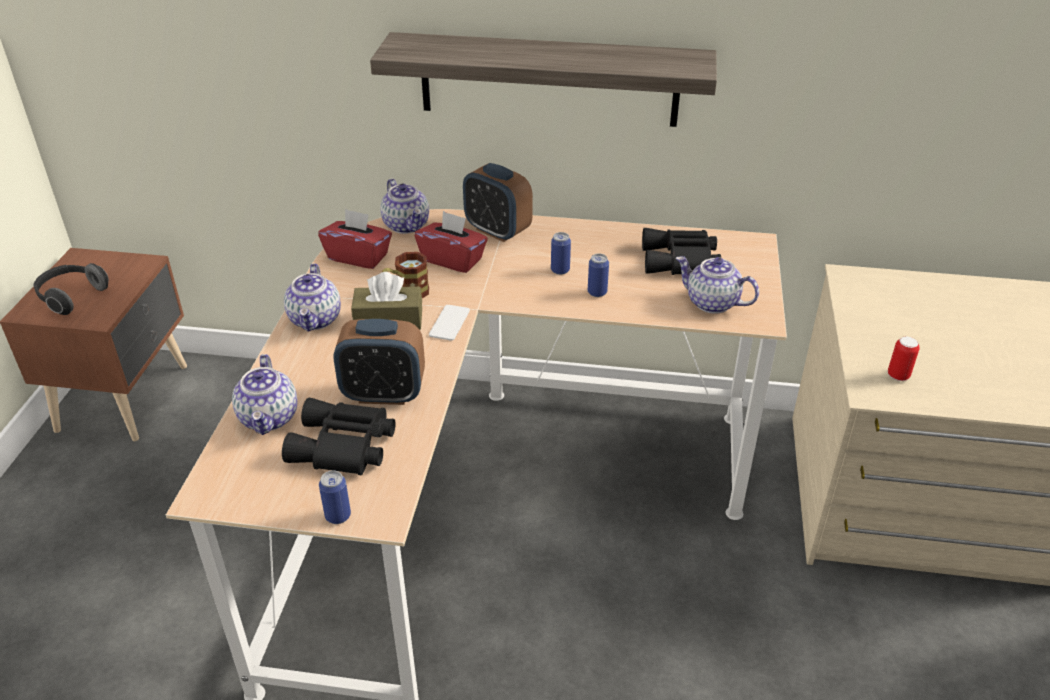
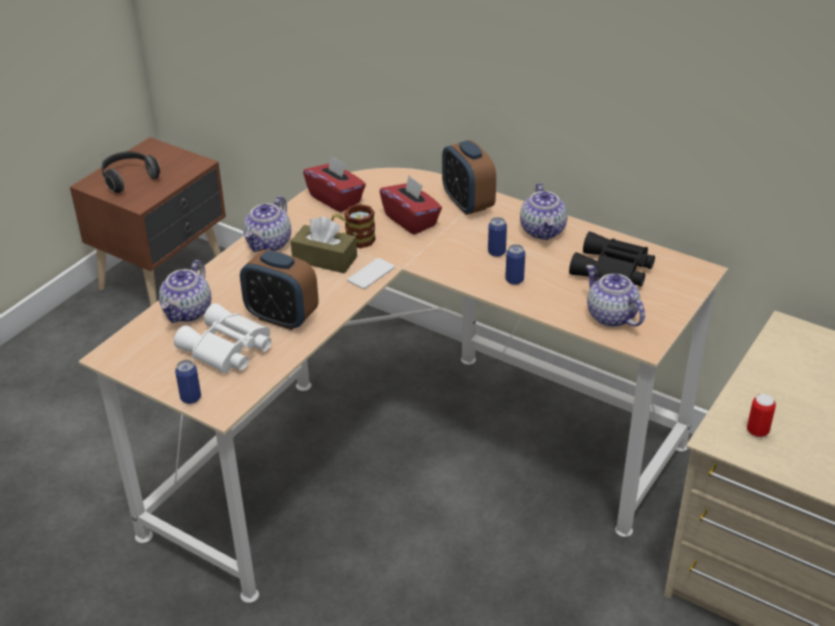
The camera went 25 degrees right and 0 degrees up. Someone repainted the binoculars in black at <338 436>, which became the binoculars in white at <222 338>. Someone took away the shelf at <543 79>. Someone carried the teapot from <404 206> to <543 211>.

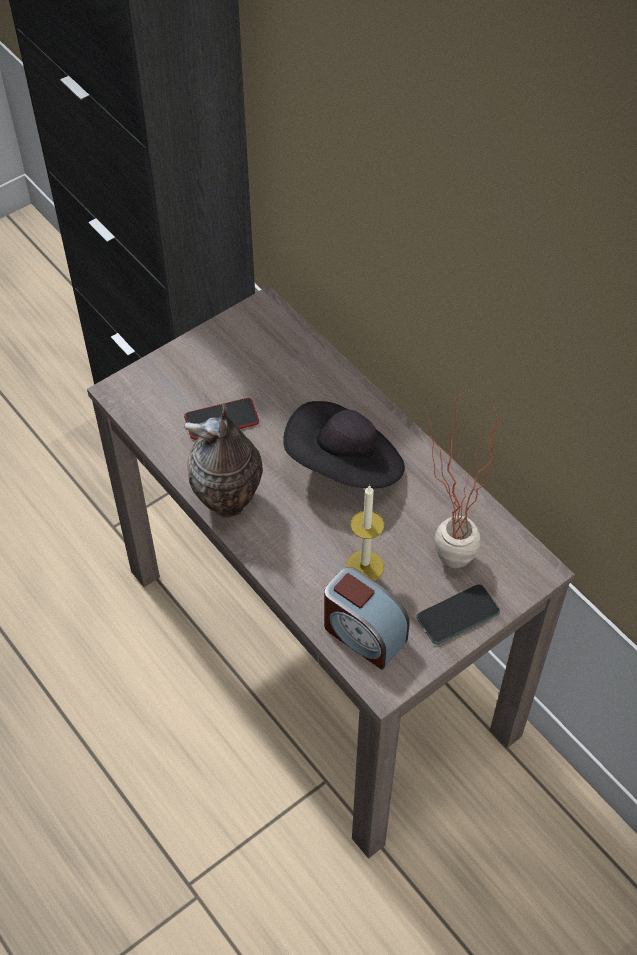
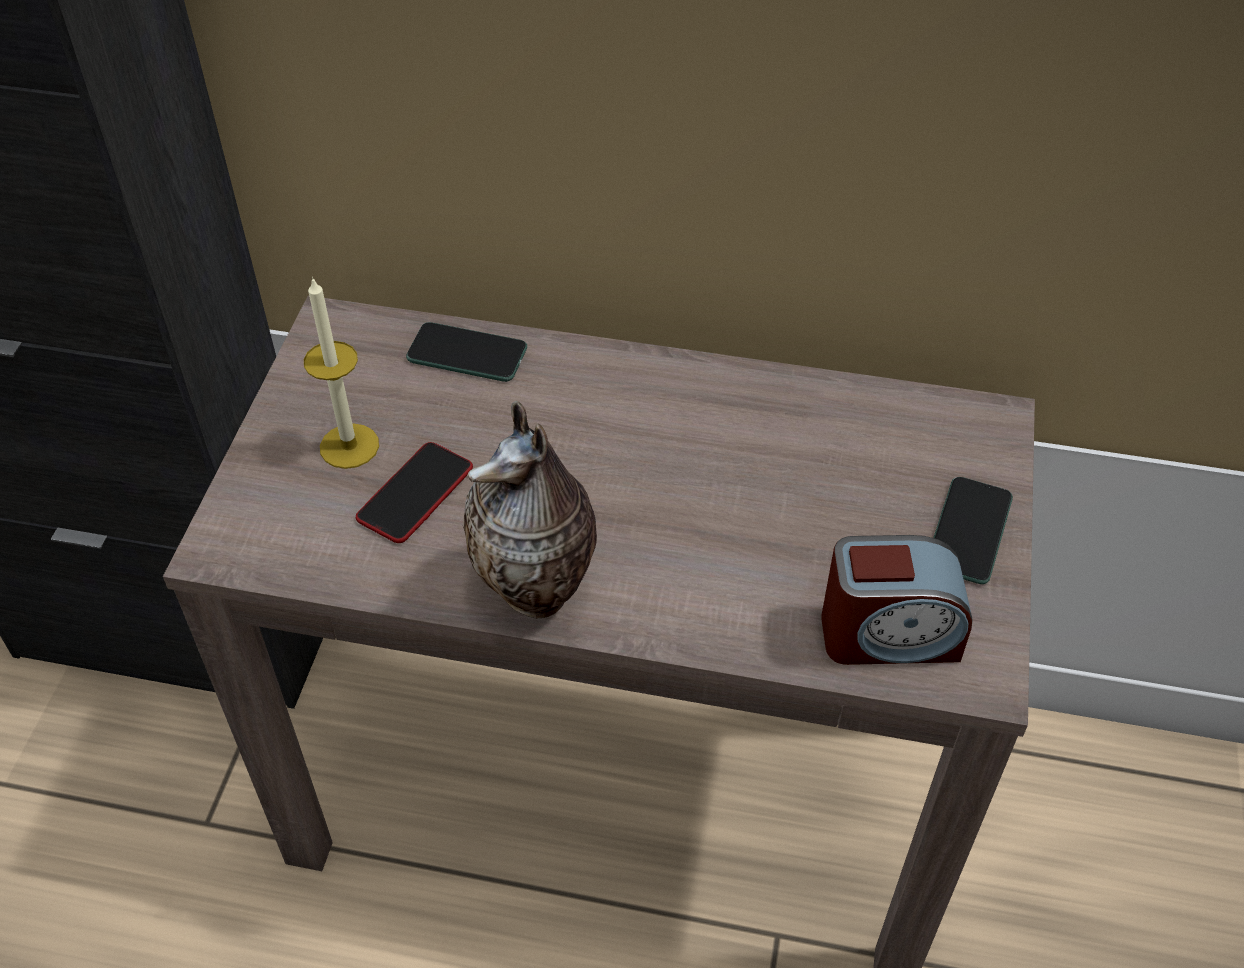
The camera went 40 degrees left and 5 degrees down. Someone took away the hat in black at <344 444>. Someone carried the candle from <365 533> to <341 373>. Someone took away the potted plant at <465 479>. Someone put down the phone at <466 352>.

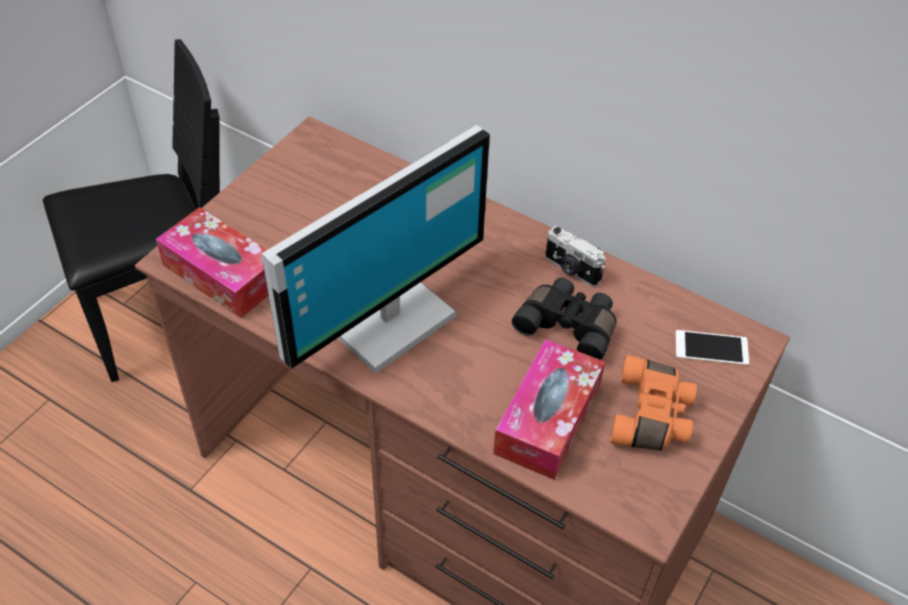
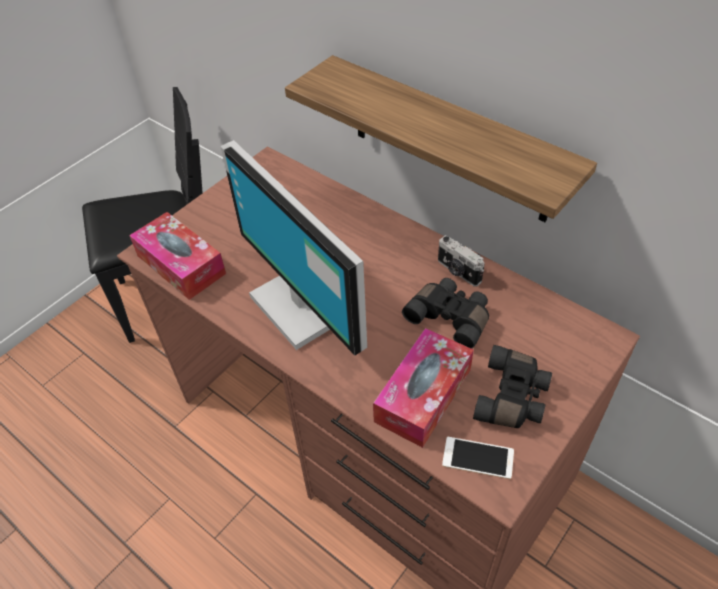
The camera went 10 degrees right and 0 degrees up. Someone rotated the monitor at <375 249> by 90 degrees clockwise. Someone repainted the binoculars in orange at <653 402>, which became the binoculars in black at <512 386>. Someone carried the phone from <712 348> to <478 458>. Someone put up the shelf at <441 138>.

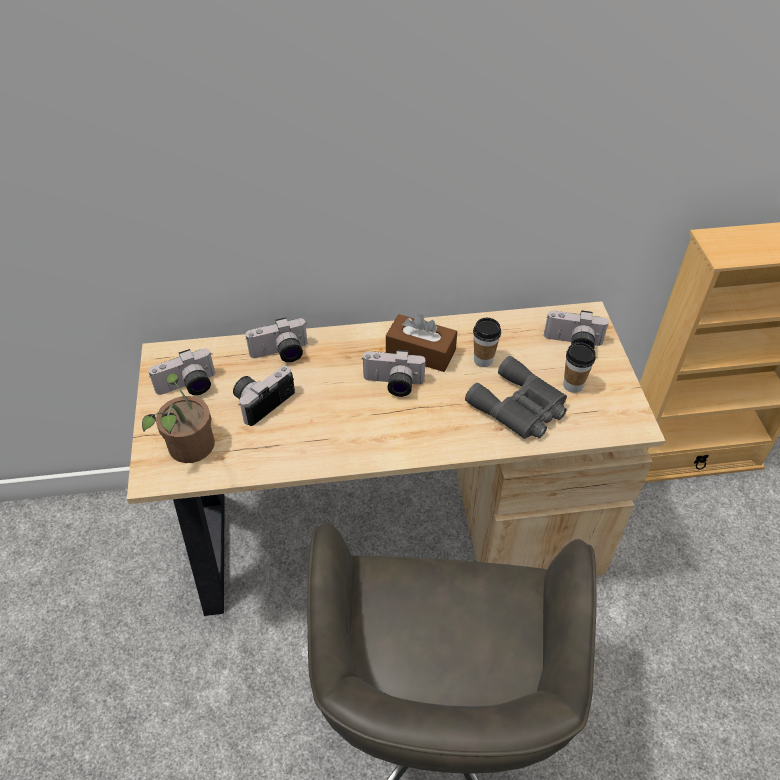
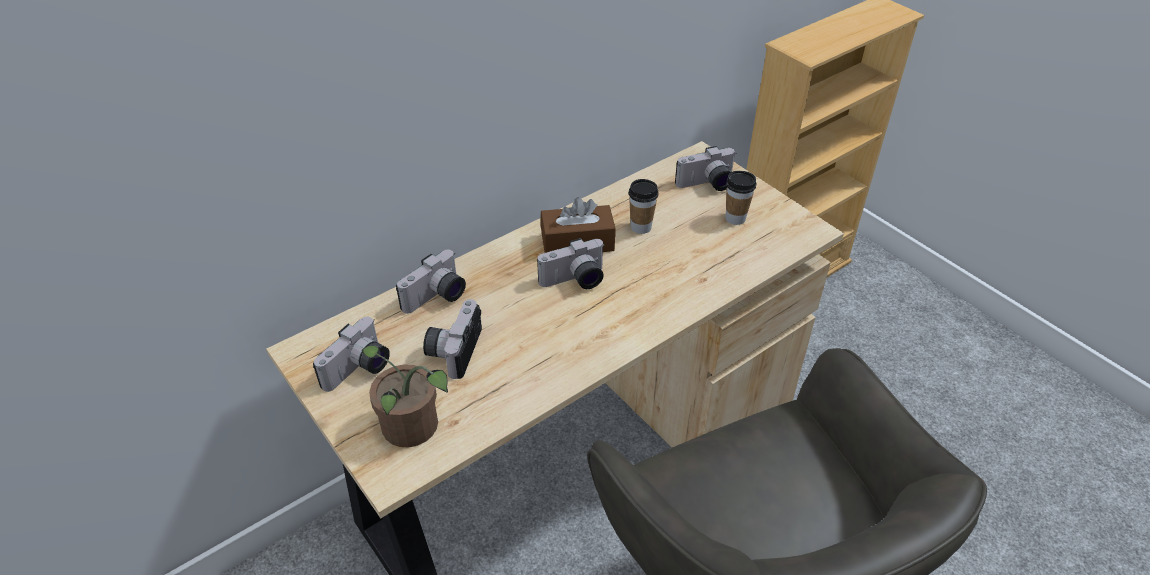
The camera went 30 degrees left and 5 degrees down. Someone took away the binoculars in grey at <516 397>.

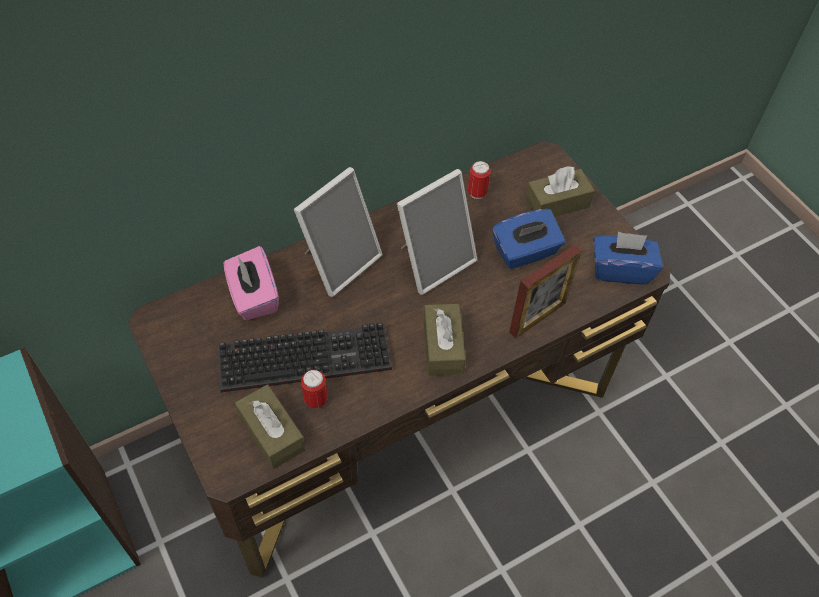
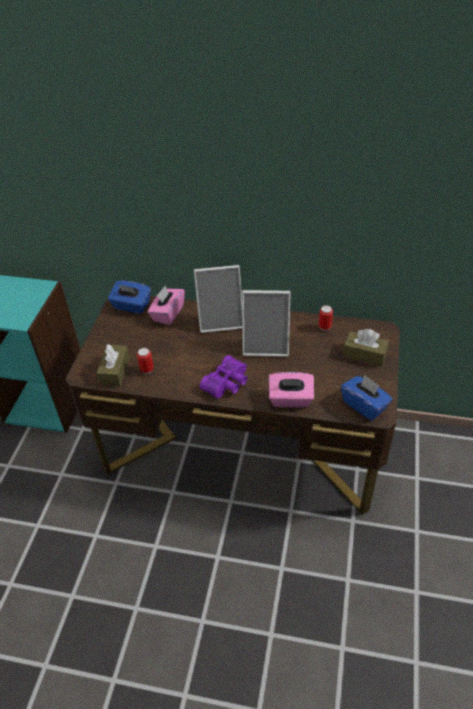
The camera went 45 degrees right and 10 degrees down. Someone took away the keyboard at <305 357>. Someone swapped the tissue box in brown at <444 340> for the binoculars in purple at <224 377>. Someone carried the tissue box in blue from <528 239> to <129 297>. Someone swapped the picture frame at <545 292> for the tissue box in pink at <291 390>.

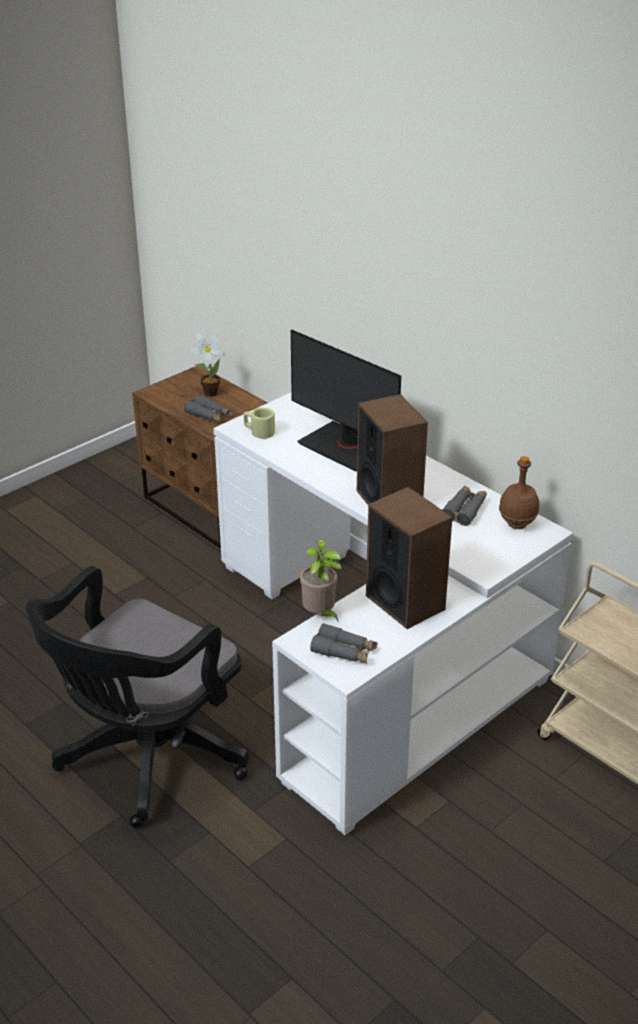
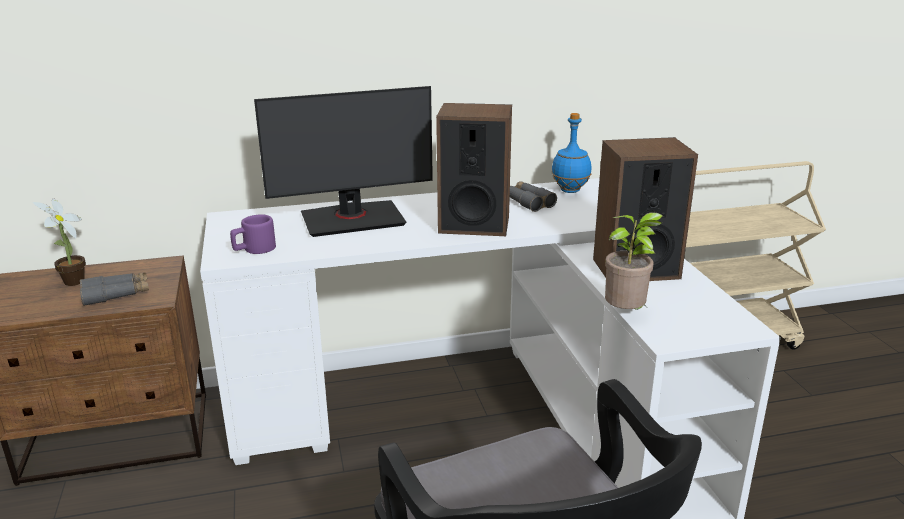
The camera went 60 degrees left and 10 degrees down. Someone repainted the mug in beige at <259 423>, which became the mug in purple at <253 234>. Someone took away the binoculars in grey at <343 643>. Someone repainted the bottle in brown at <519 492>, which became the bottle in blue at <571 153>.

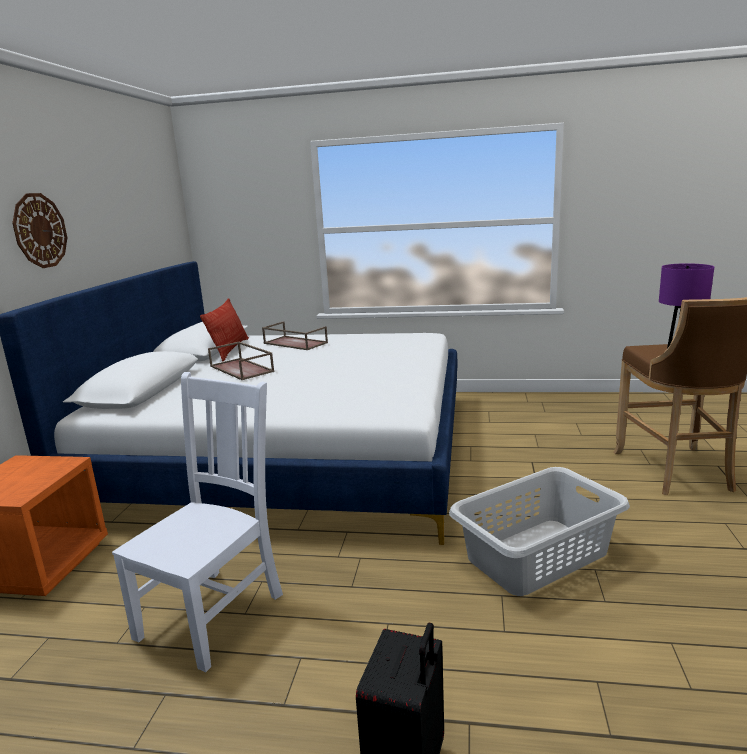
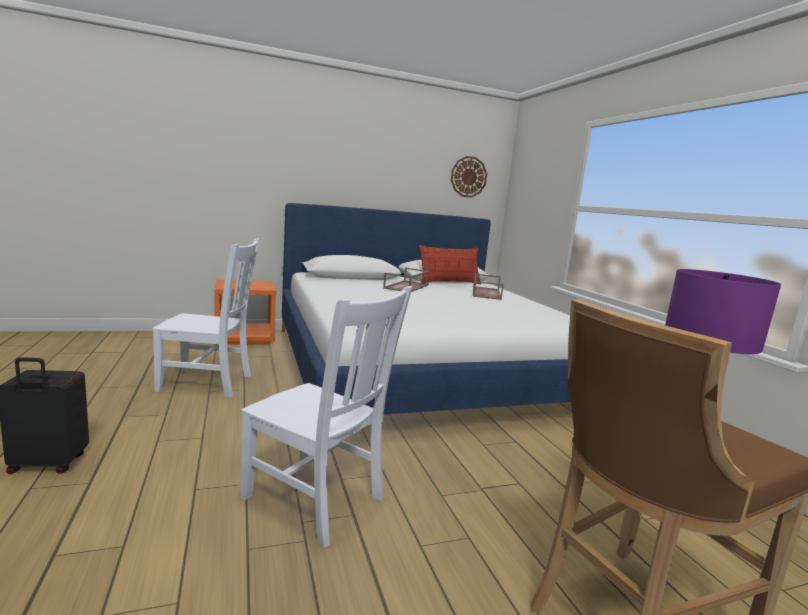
The camera went 60 degrees right and 5 degrees down. Someone carried the wall clock from <39 230> to <469 177>. Someone swapped the laundry basket in grey at <539 531> for the chair in white at <326 417>.

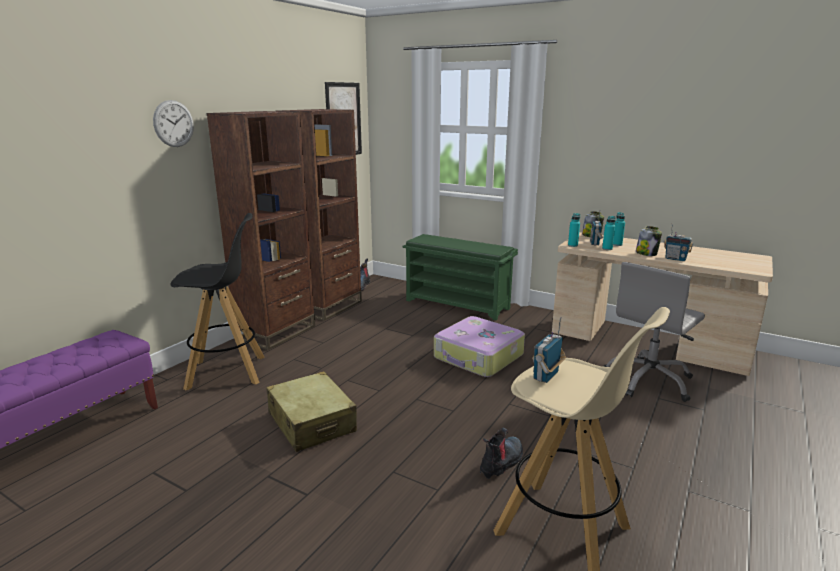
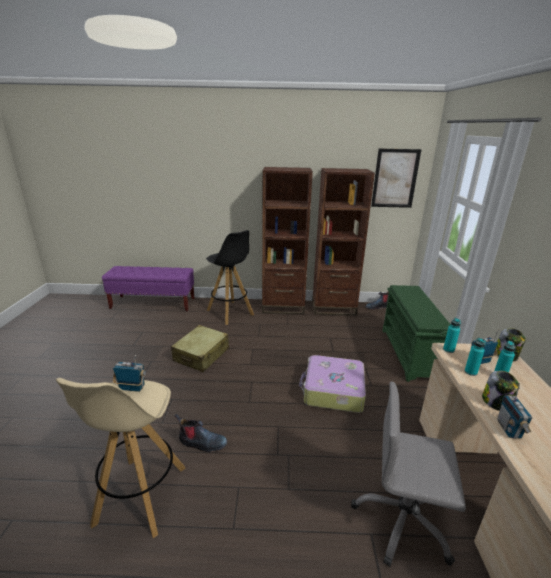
The camera went 60 degrees right and 5 degrees up. Someone took away the wall clock at <173 123>.

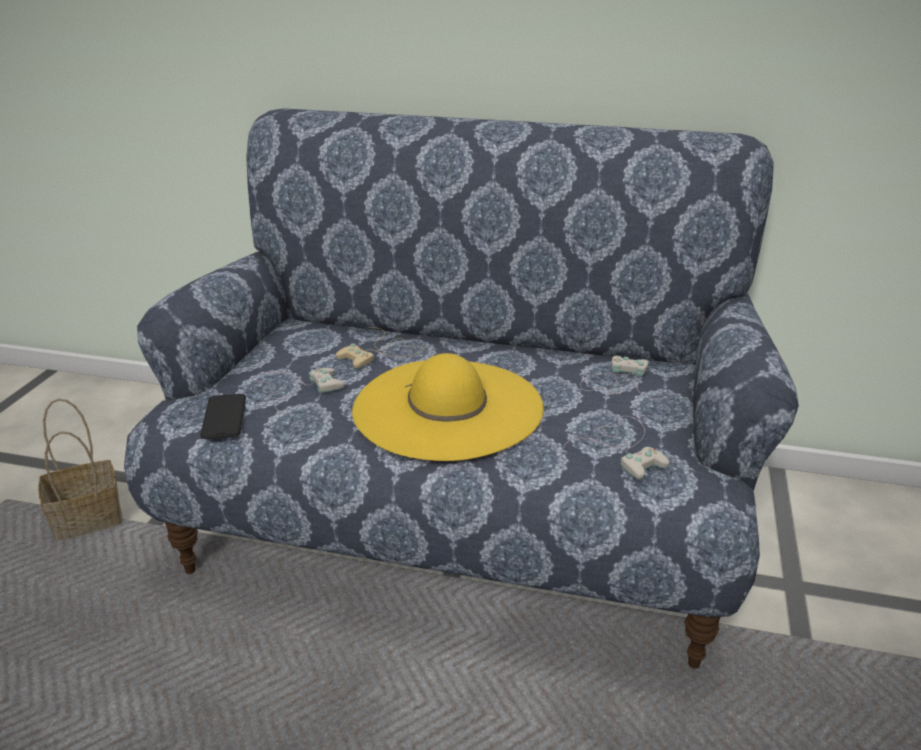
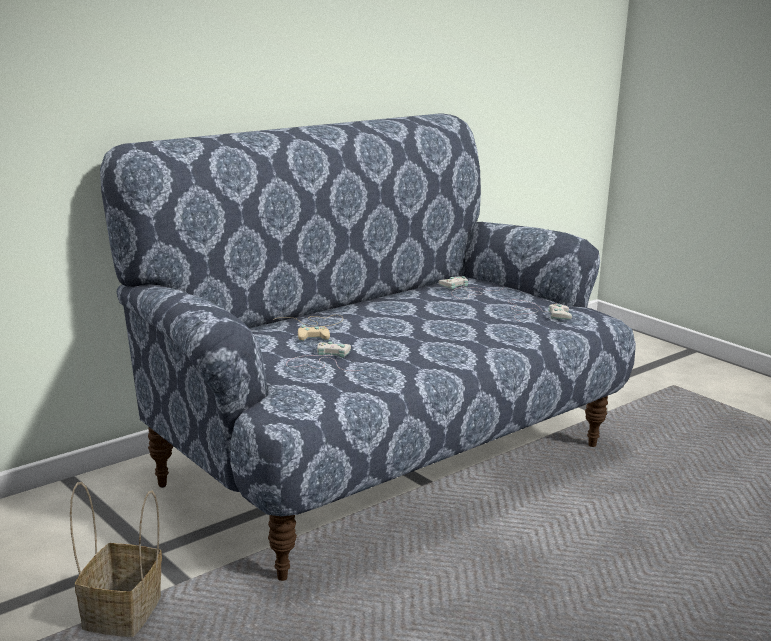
The camera went 55 degrees left and 10 degrees down. Someone took away the phone at <223 416>. Someone took away the hat in yellow at <448 407>.

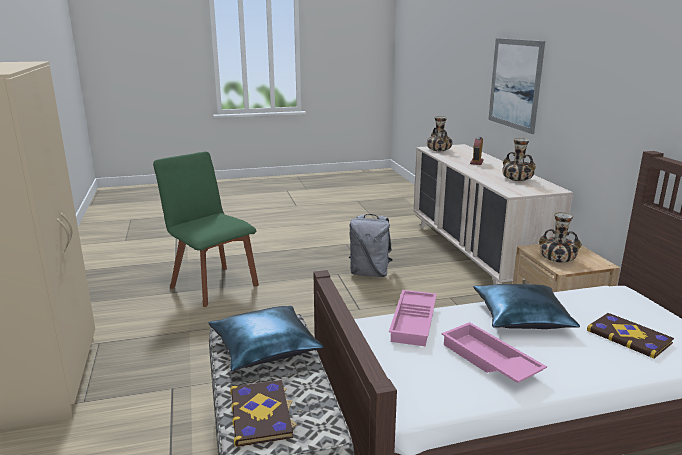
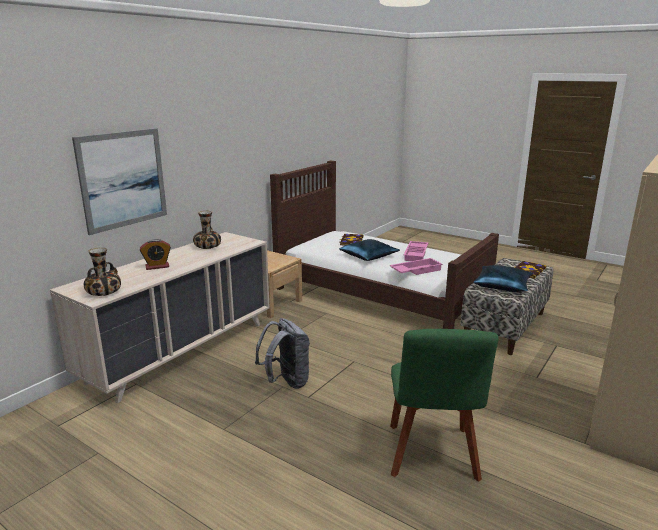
The camera went 130 degrees left and 0 degrees up. Someone took away the vase at <560 237>.

